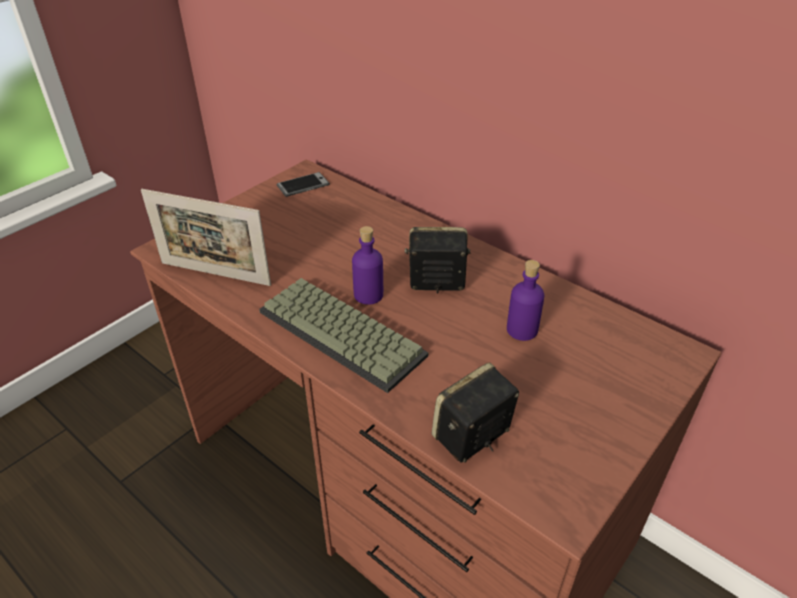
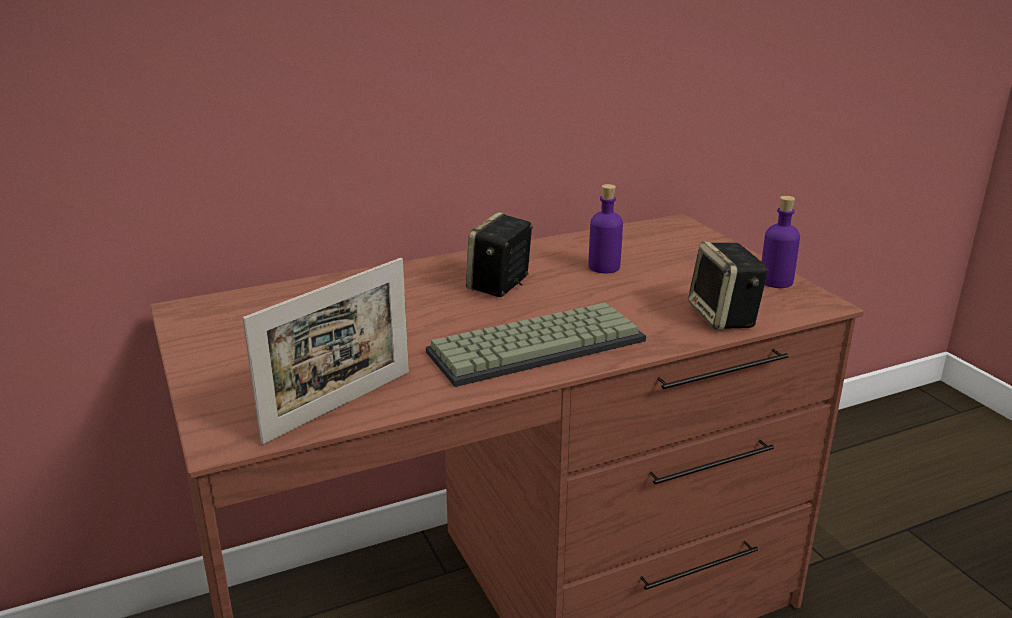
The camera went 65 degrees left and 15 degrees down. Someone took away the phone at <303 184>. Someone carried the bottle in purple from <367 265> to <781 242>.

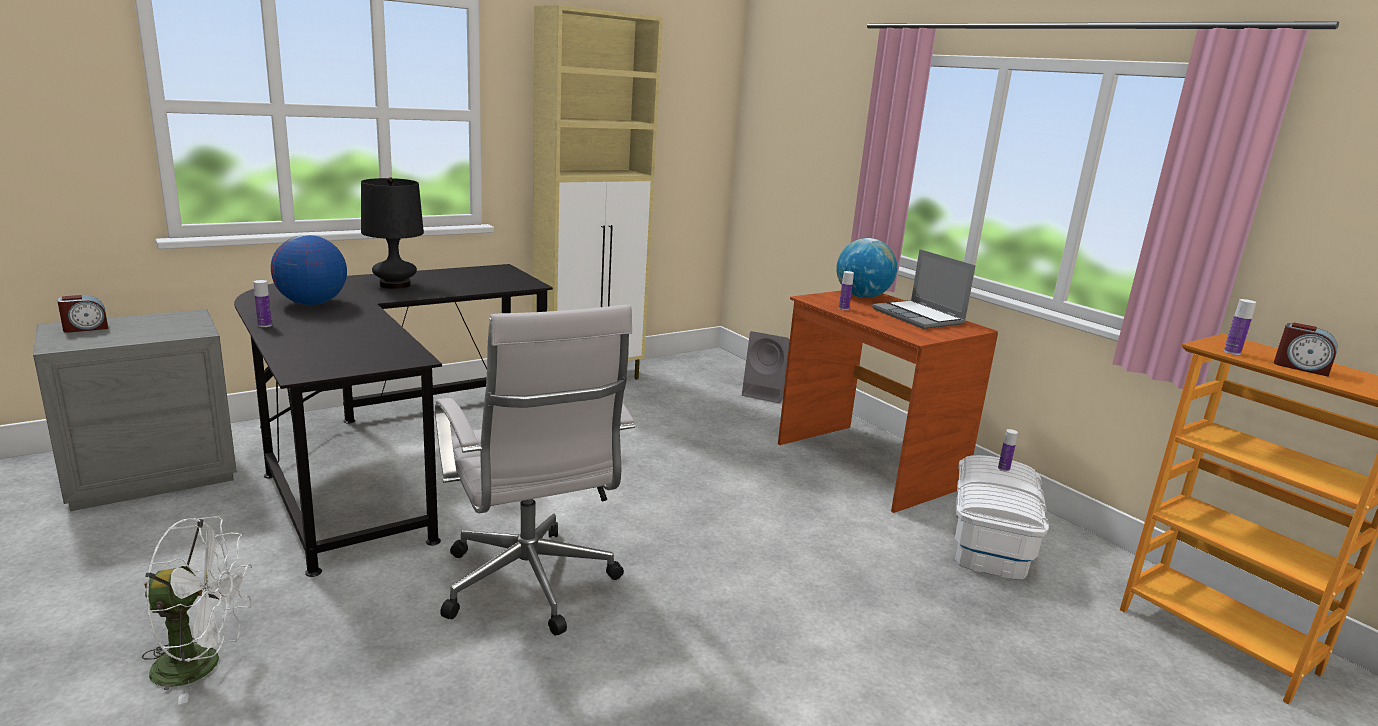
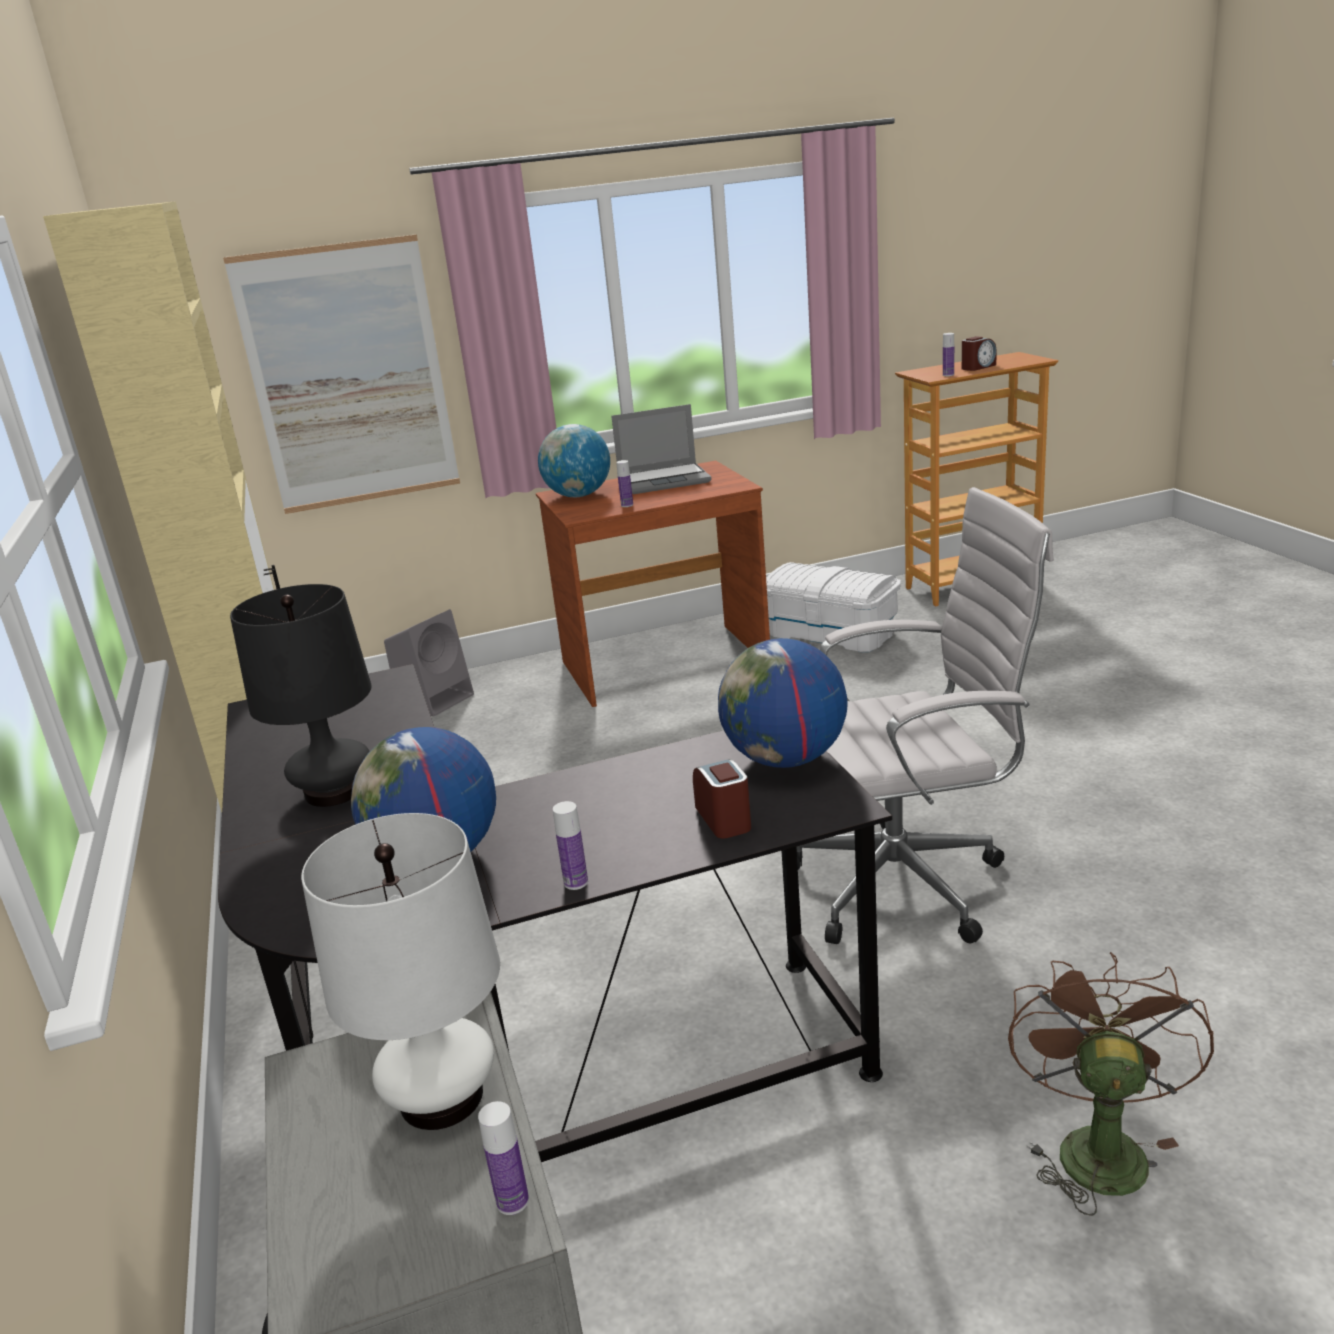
The camera went 70 degrees left and 5 degrees up. Someone carried the alarm clock from <83 314> to <722 799>. Someone repainted the fan in white at <197 610>, which became the fan in brown at <1111 1084>. Someone carried the bottle from <1008 450> to <503 1158>. Someone put up the picture at <341 374>. Someone put down the table lamp in white at <400 971>. Someone put down the globe at <783 703>.

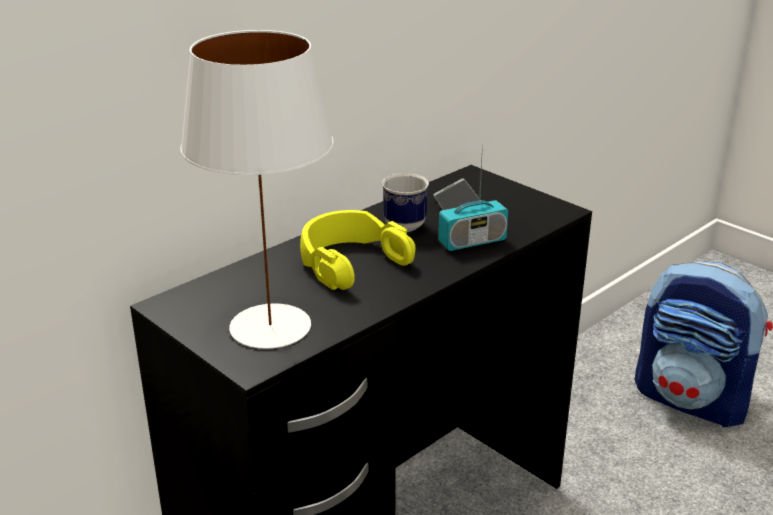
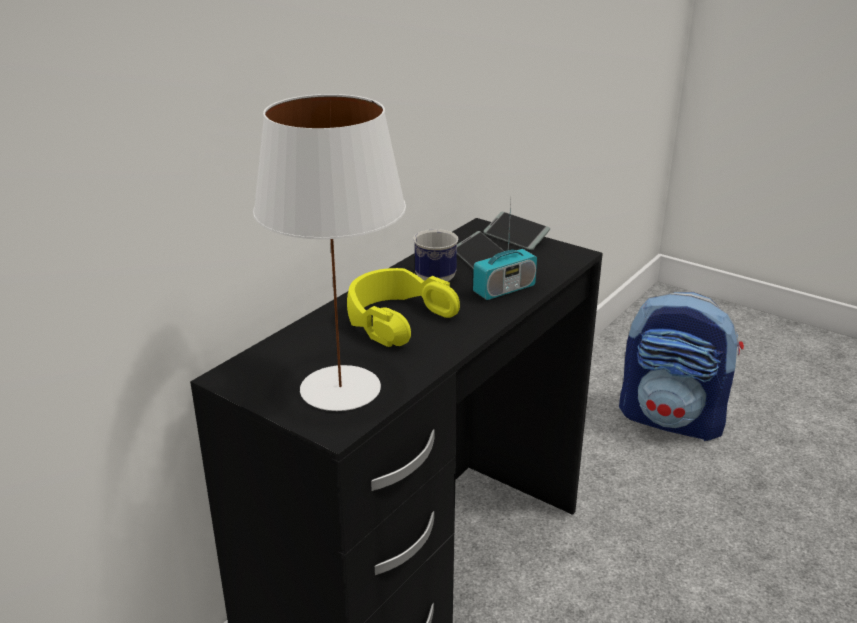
The camera went 10 degrees left and 0 degrees up. Someone put down the phone at <516 231>.

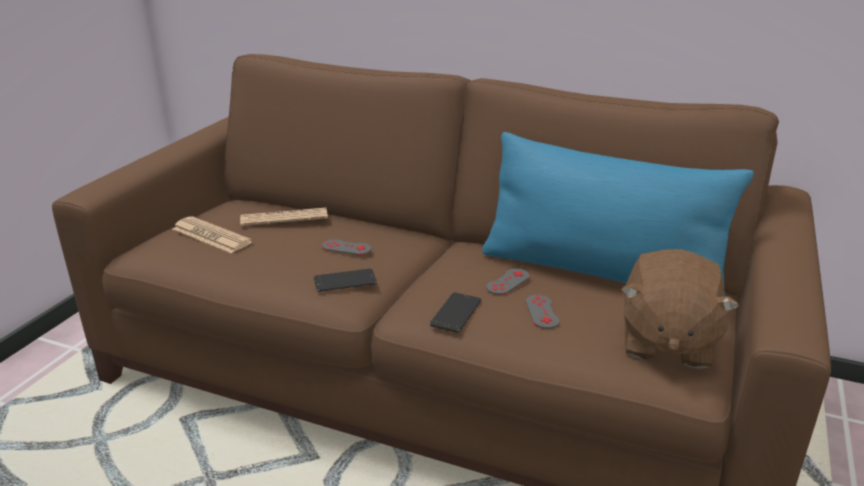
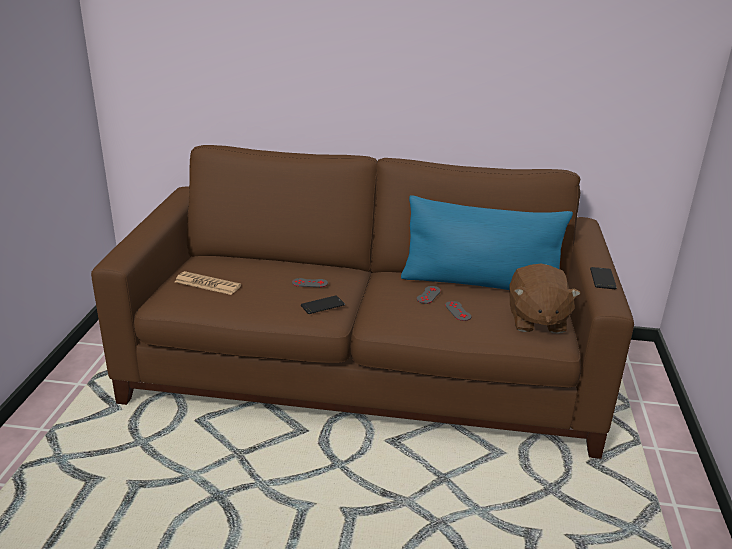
The camera went 15 degrees left and 0 degrees up. Someone took away the newspaper at <284 217>. Someone carried the phone from <455 312> to <603 278>.

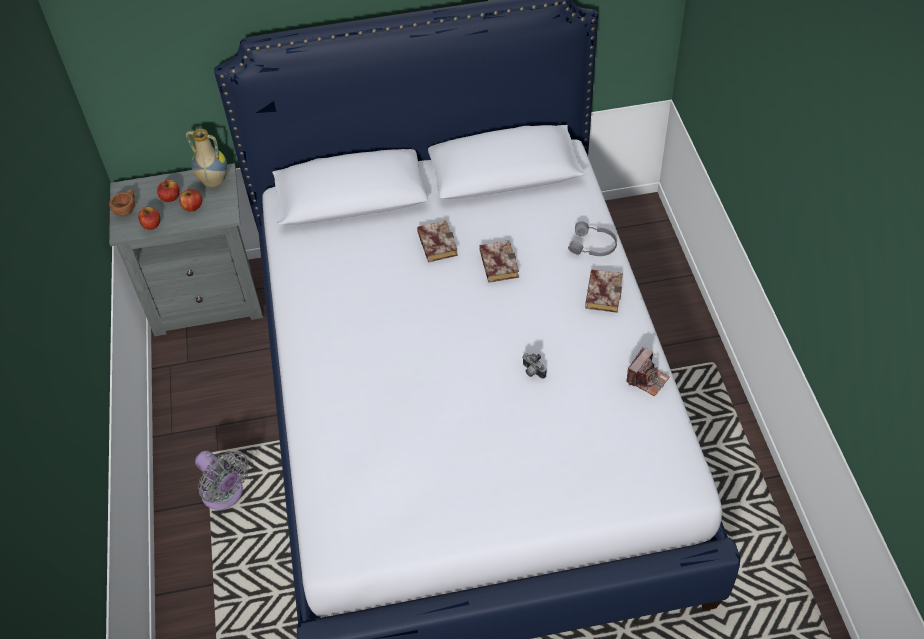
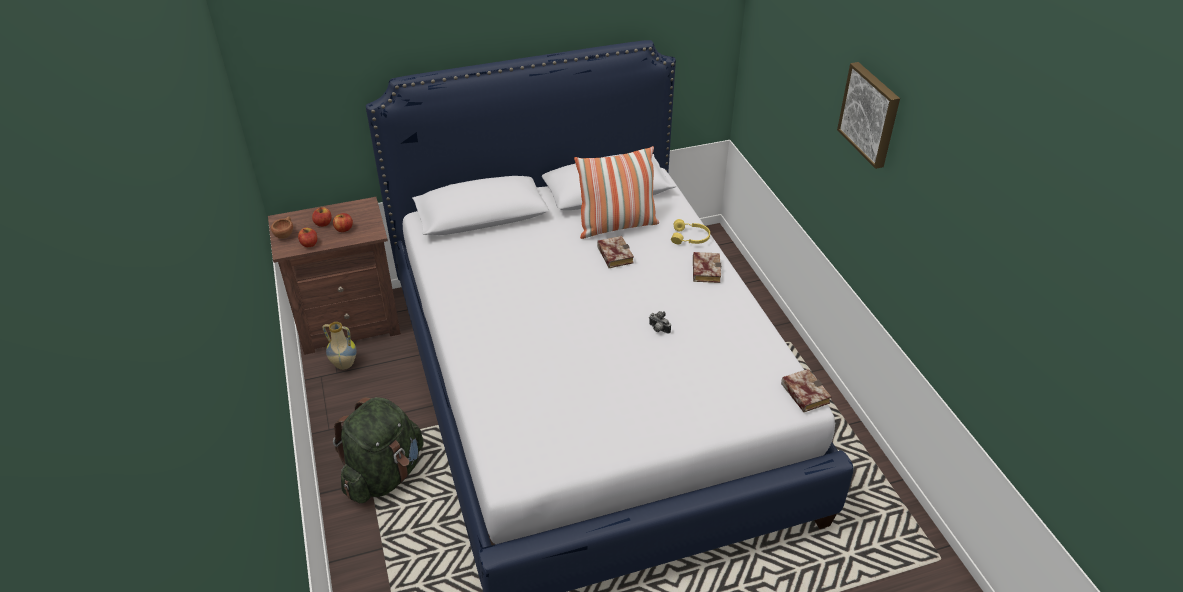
The camera went 10 degrees left and 10 degrees down. Someone repainted the nightstand in grey at <186 249>, which became the nightstand in brown at <334 276>. Someone carried the vase from <206 158> to <340 346>. Someone swapped the fan in grey at <222 480> for the backpack in green at <378 450>. Someone carried the book from <437 241> to <806 390>. Someone repainted the headphones in grey at <592 238>, which became the headphones in yellow at <690 231>. Someone took away the photo camera at <648 371>. Someone put down the pillow at <616 192>. Someone put up the picture at <868 115>.

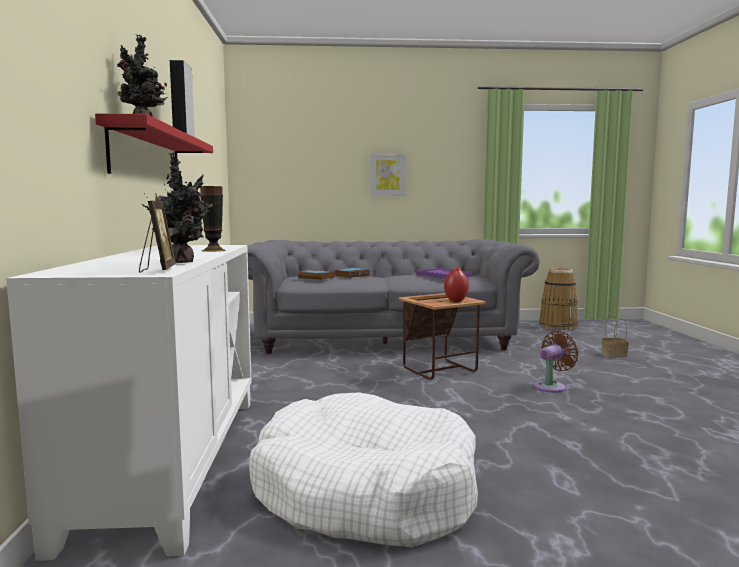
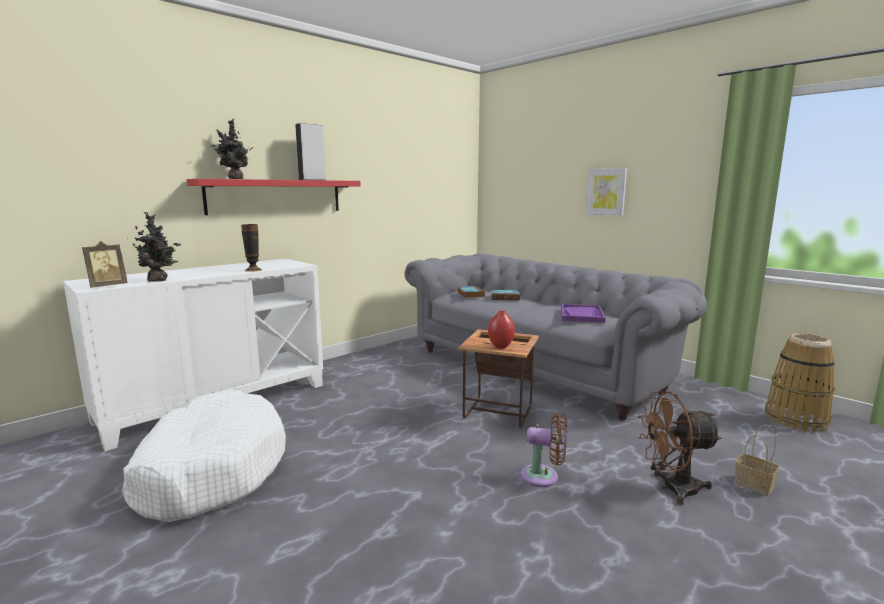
The camera went 50 degrees right and 5 degrees up. Someone put down the fan in brown at <679 448>.

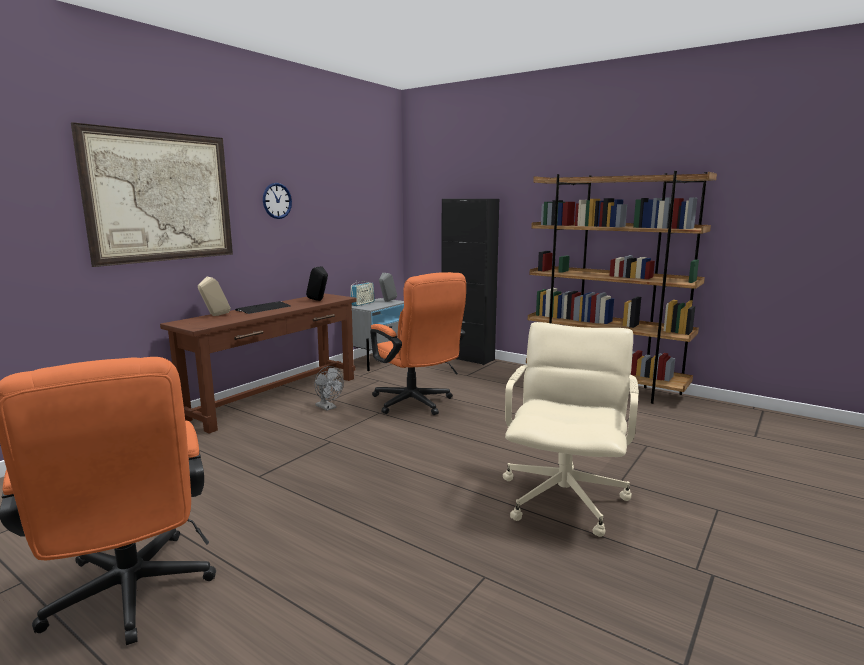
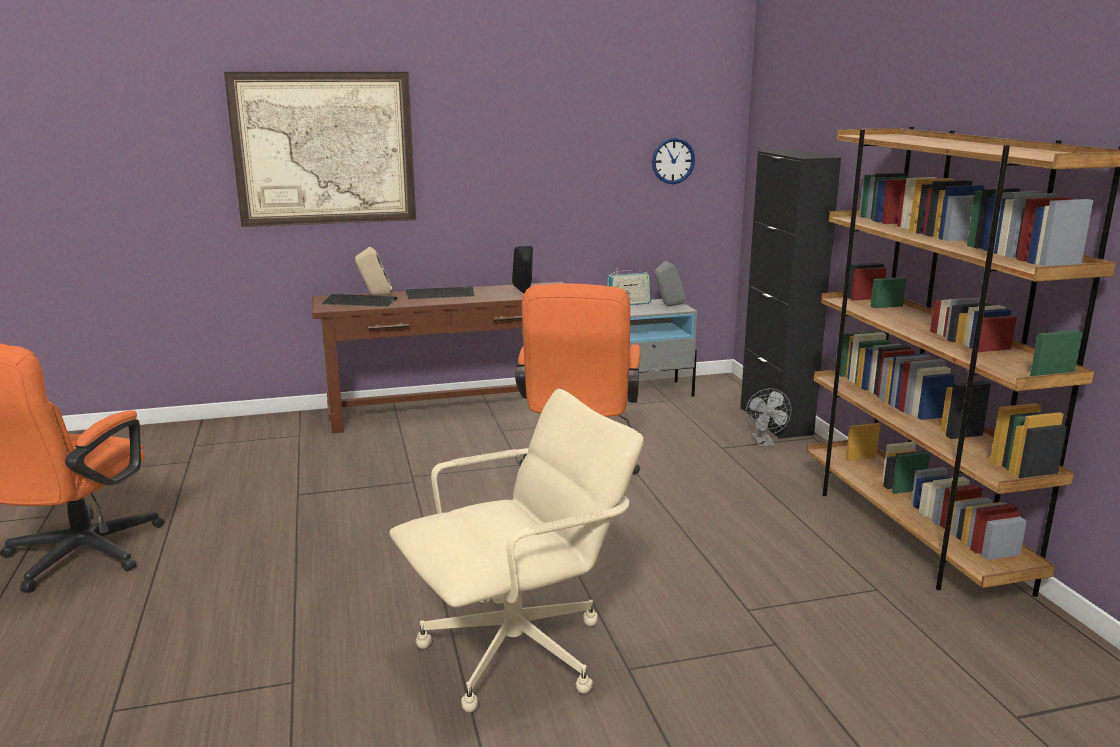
The camera went 40 degrees right and 5 degrees up. Someone carried the wall clock from <277 201> to <673 161>. Someone carried the fan in grey from <329 388> to <769 417>. Someone put down the keyboard at <360 300>.

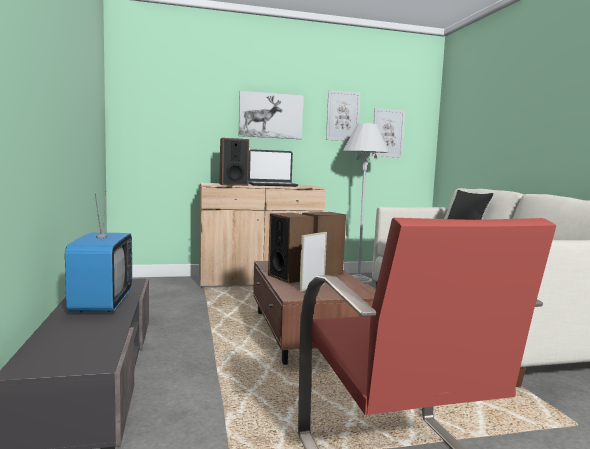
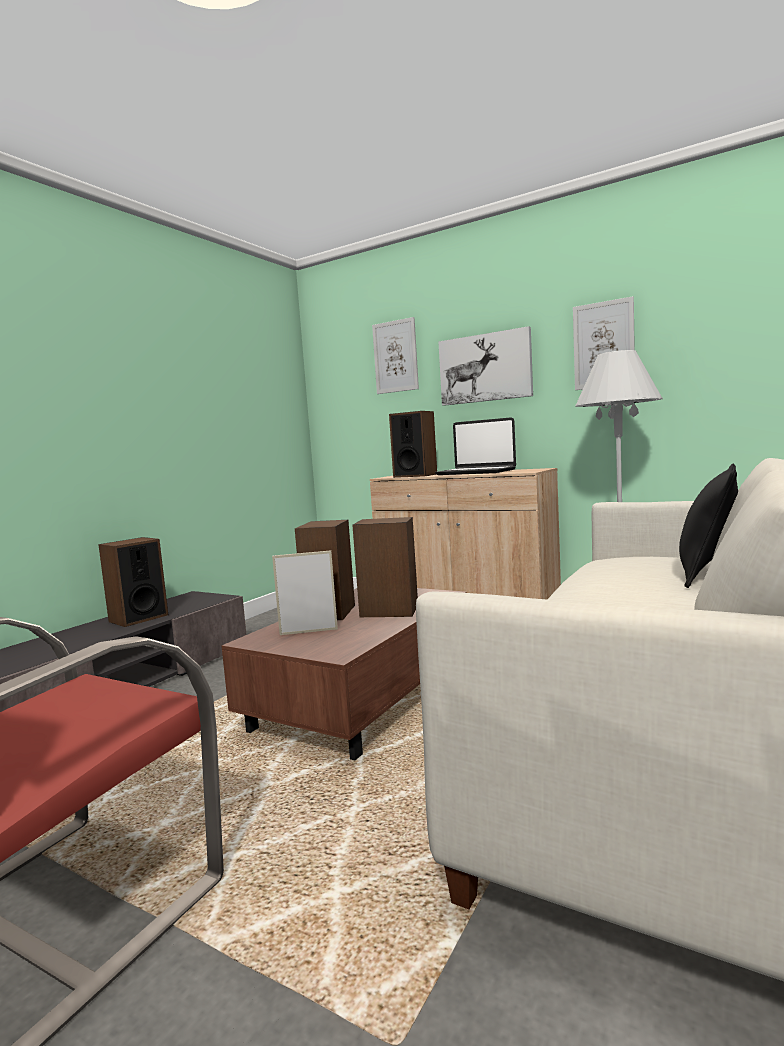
The camera went 45 degrees right and 0 degrees up. Someone swapped the television at <98 251> for the speaker at <133 582>. Someone carried the picture from <388 133> to <395 355>.

